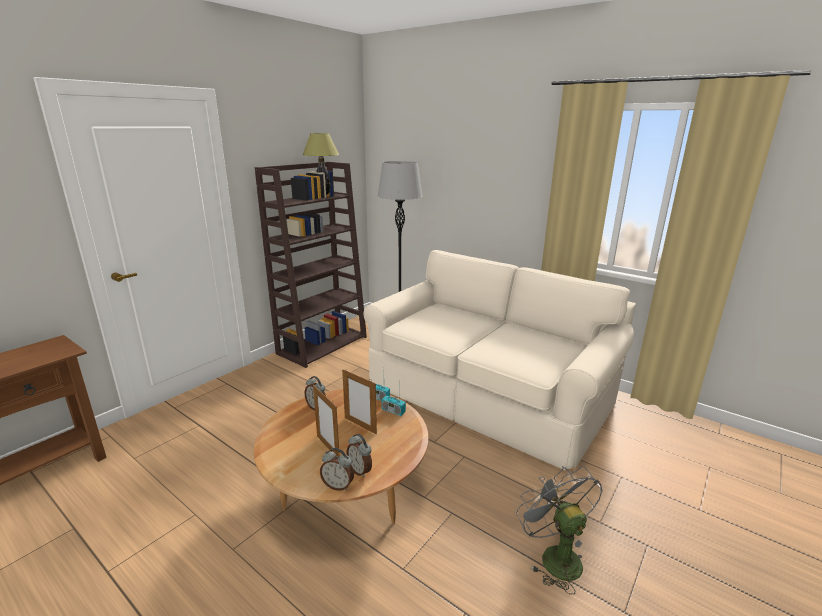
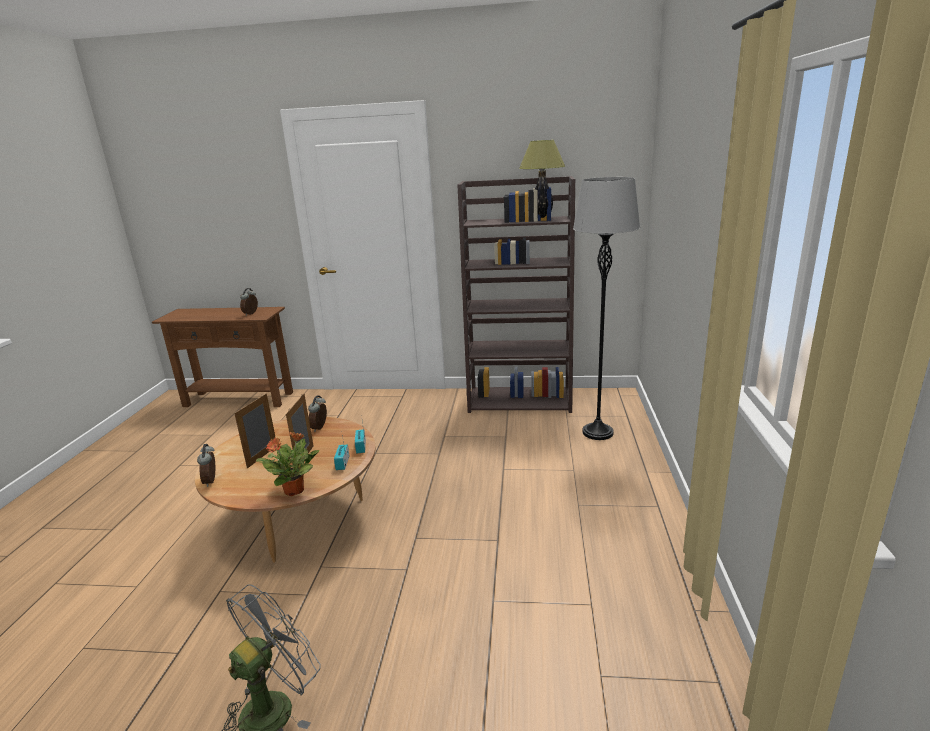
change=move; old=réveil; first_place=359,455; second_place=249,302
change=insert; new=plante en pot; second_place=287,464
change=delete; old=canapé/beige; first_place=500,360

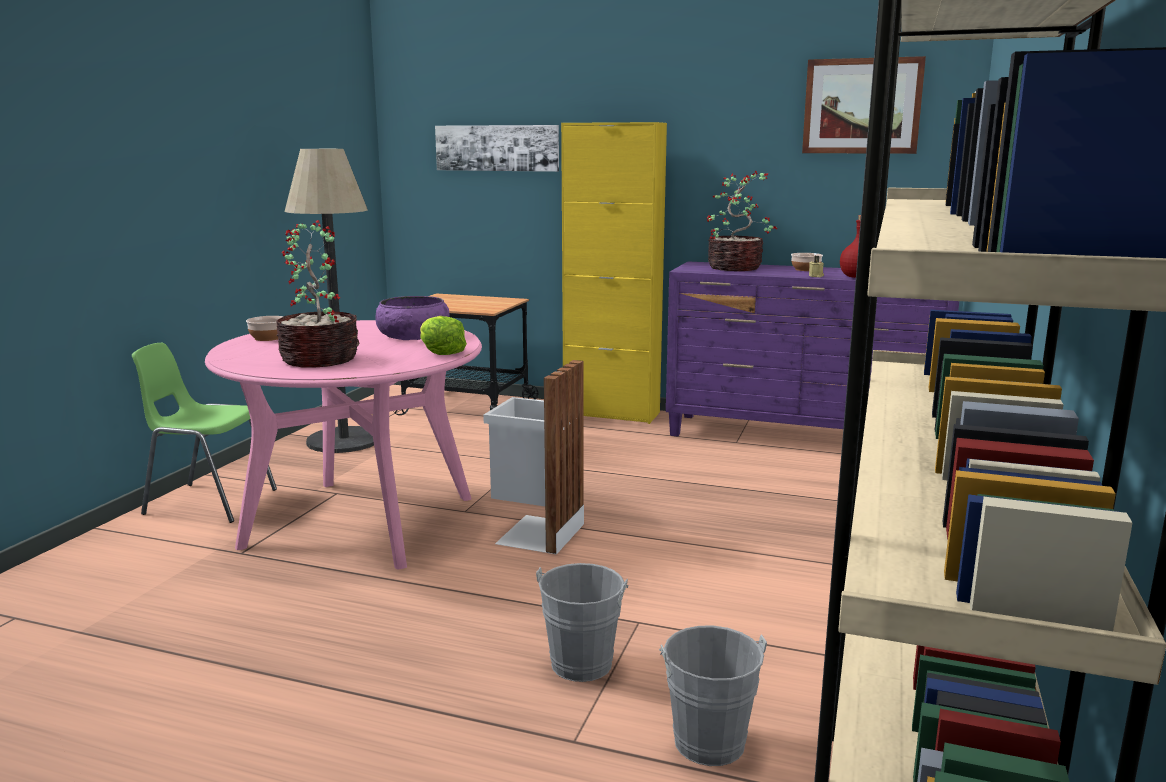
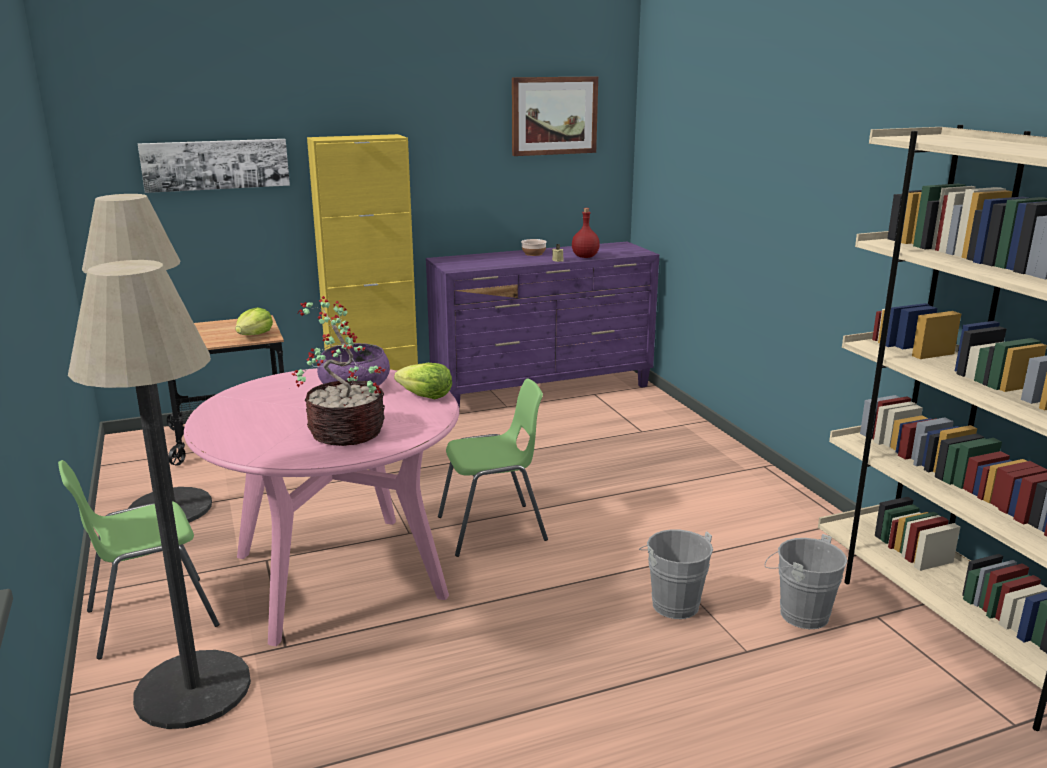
change=insert; new=lampadaire; second_place=159,494
change=insert; new=laitue; second_place=254,321
change=replace; old=poubelle/blanc; new=chaise/vert; first_place=533,457; second_place=493,467
change=delete; old=bol; first_place=265,328
change=delete; old=plante en pot; first_place=742,221

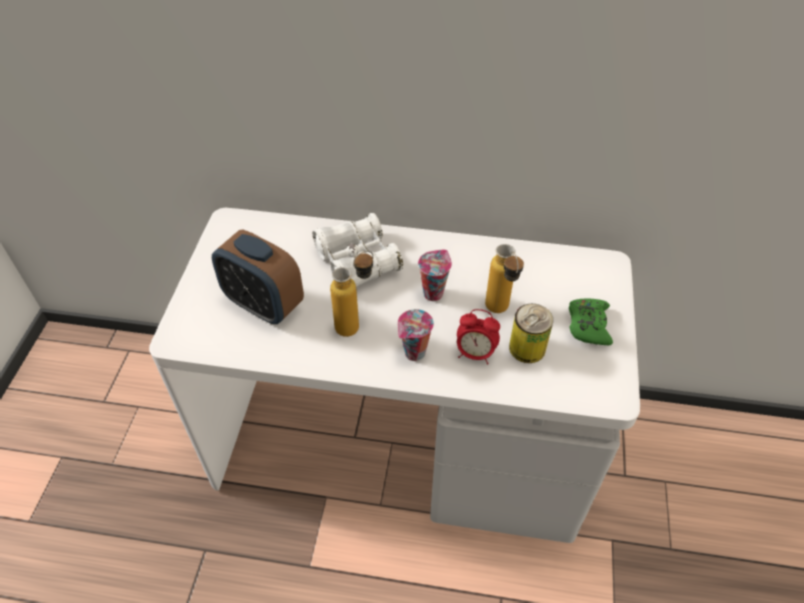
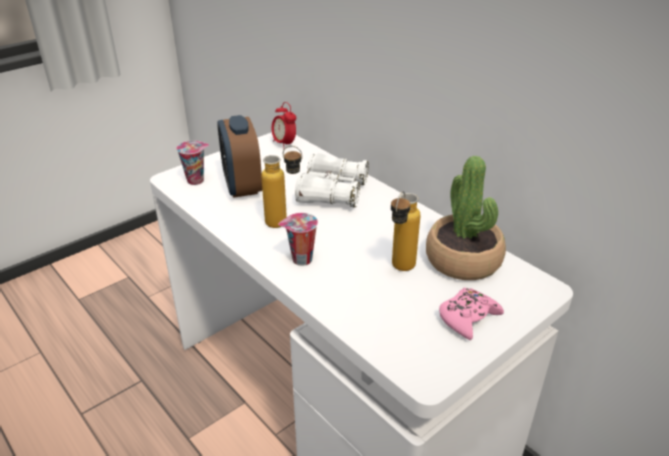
change=move; old=tasse; first_place=435,275; second_place=192,163
change=move; old=réveil; first_place=478,336; second_place=284,124
change=insert; new=plante en pot; second_place=466,218
change=recolor; old=manette/vert; new=manette/rose; first_place=591,322; second_place=471,314
change=delete; old=boîte métallique; first_place=531,333

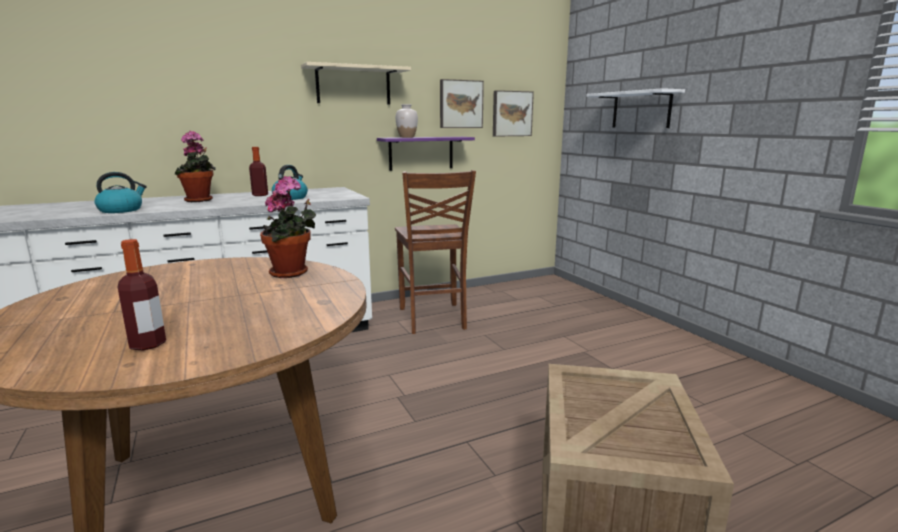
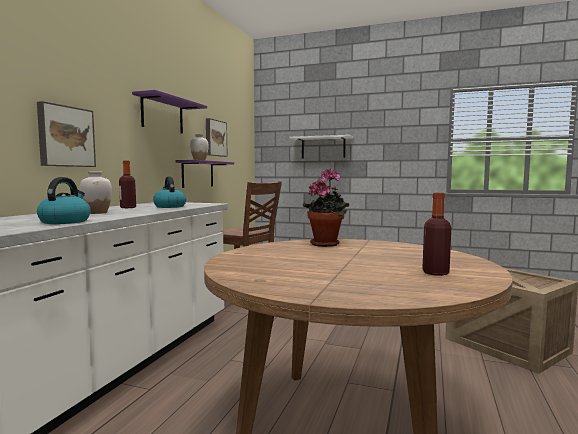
change=move; old=tableau; first_place=513,113; second_place=66,134
change=replace; old=plante en pot; new=vase/blanc; first_place=195,166; second_place=96,192
change=recolor; old=étagère/beige; new=étagère/violet; first_place=356,83; second_place=169,112

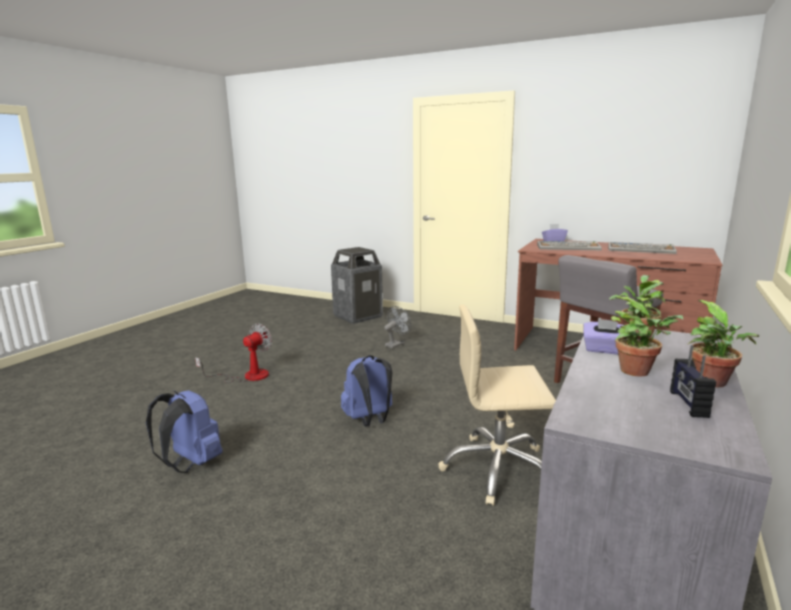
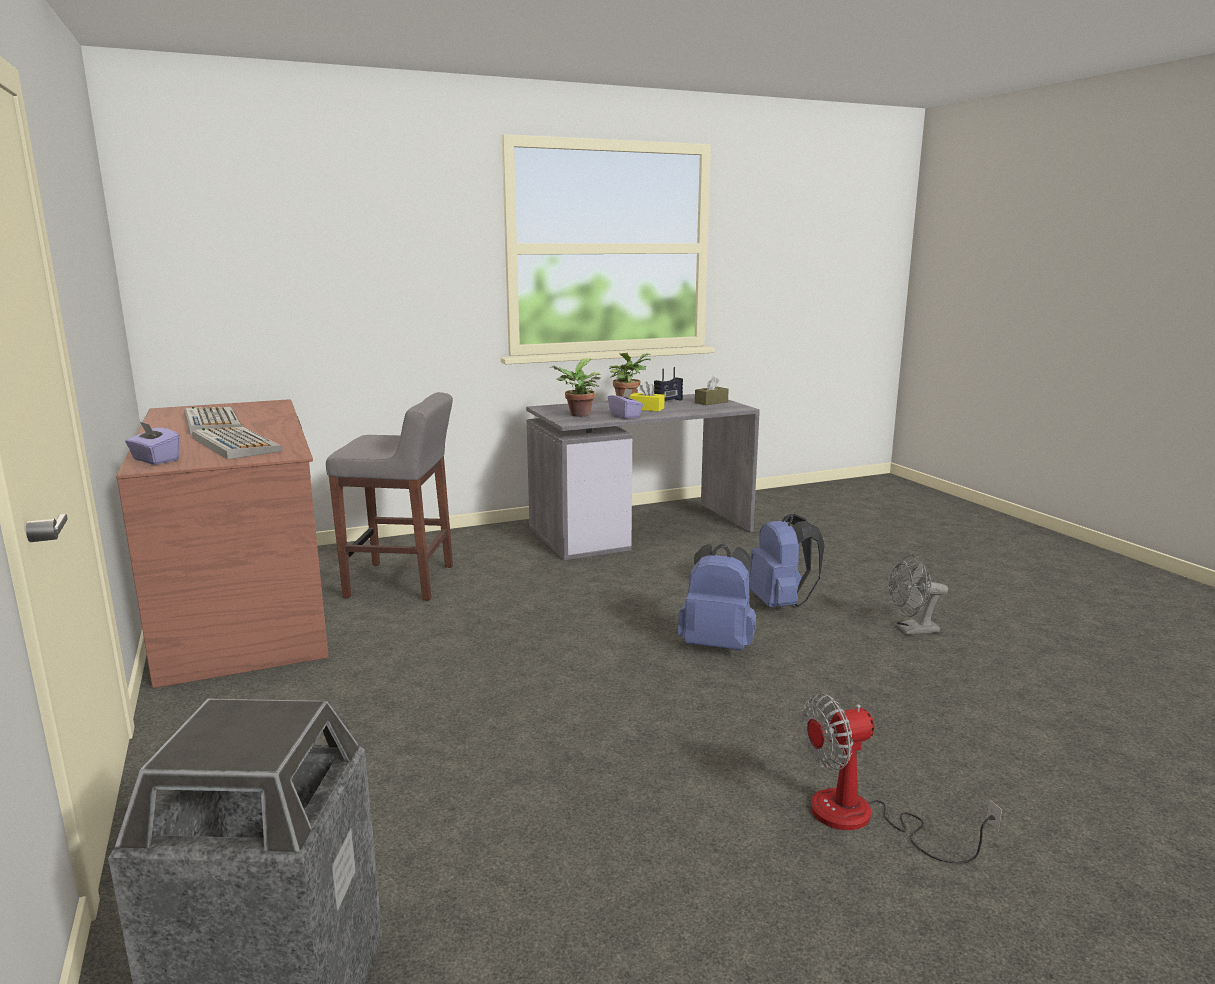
change=replace; old=plante en pot; new=boîte à mouchoirs/jaune; first_place=647,336; second_place=647,396
change=insert; new=boîte à mouchoirs/marron; second_place=712,390
change=move; old=sac à dos/bleu; first_place=184,431; second_place=787,561
change=move; old=ventilateur/gris; first_place=397,327; second_place=918,595
change=delete; old=chaise de bureau/beige; first_place=497,405

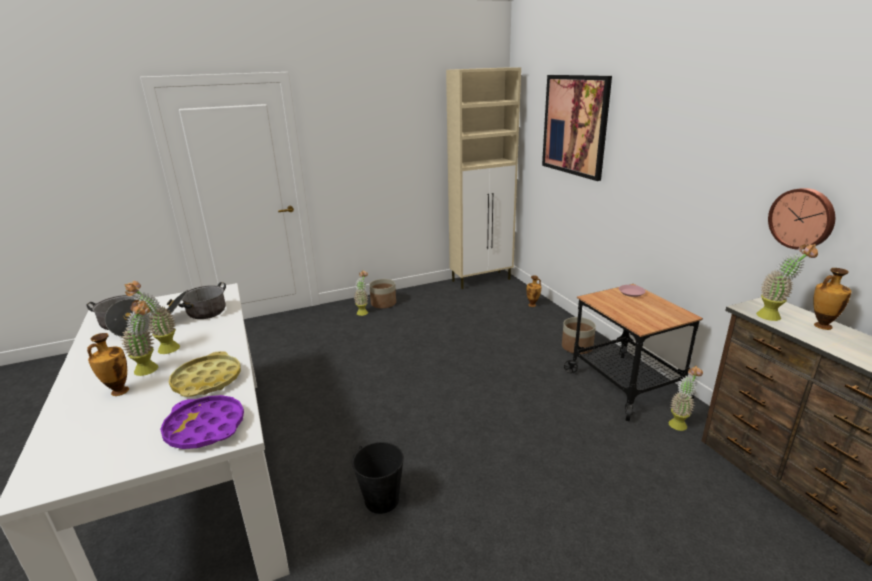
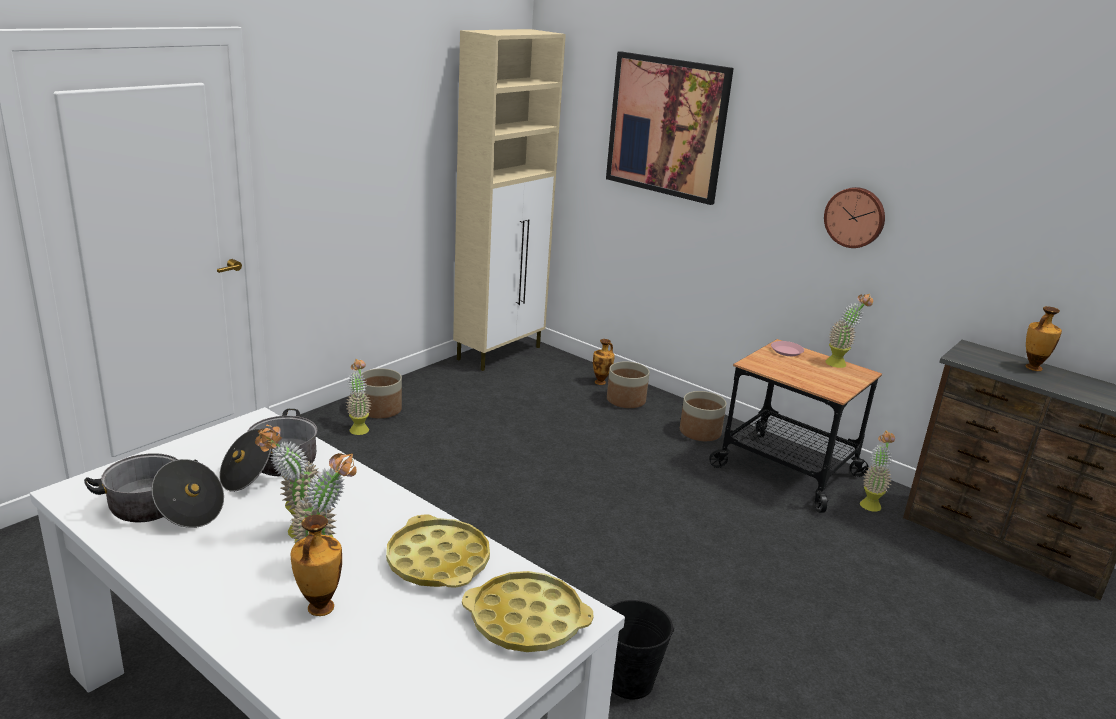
change=recolor; old=plateau/violet; new=plateau/jaune; first_place=202,422; second_place=527,611
change=insert; new=cache-pot; second_place=628,384
change=move; old=horloge murale; first_place=801,219; second_place=854,217
change=move; old=plante en pot; first_place=787,282; second_place=849,331

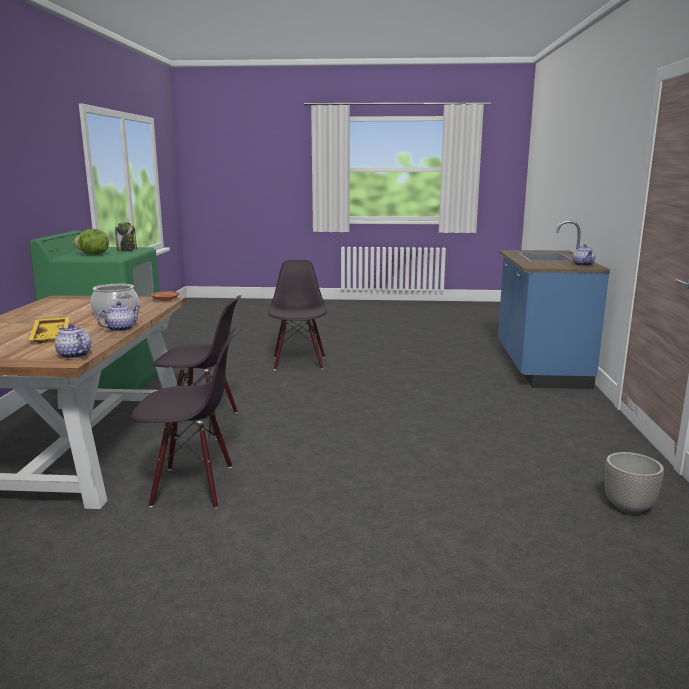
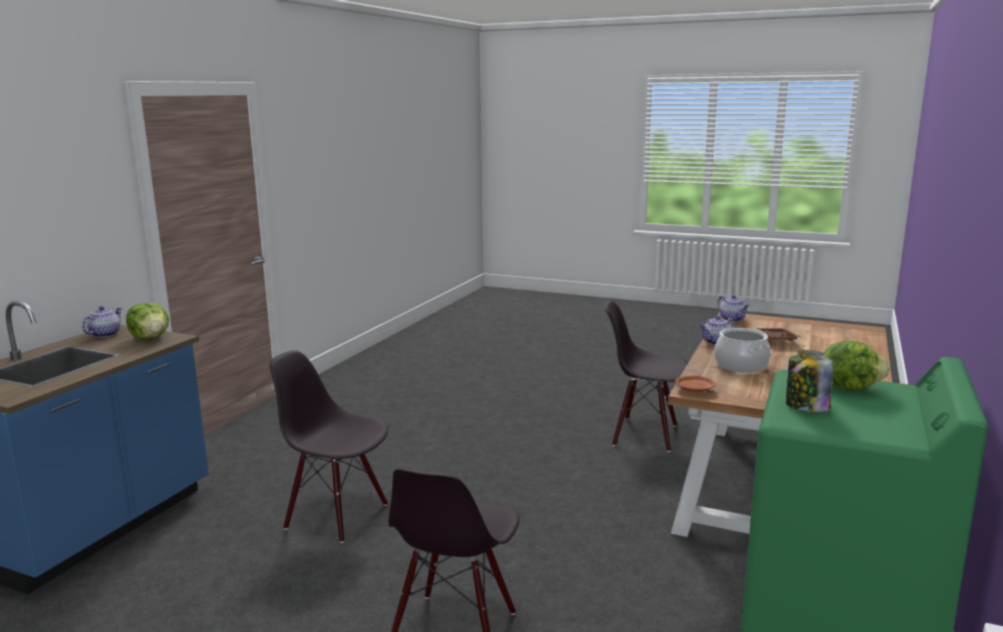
change=insert; new=laitue; second_place=147,321
change=move; old=chaise/noir; first_place=197,367; second_place=329,446
change=recolor; old=plateau/jaune; new=plateau/marron; first_place=49,330; second_place=778,334
change=delete; old=cache-pot; first_place=634,483

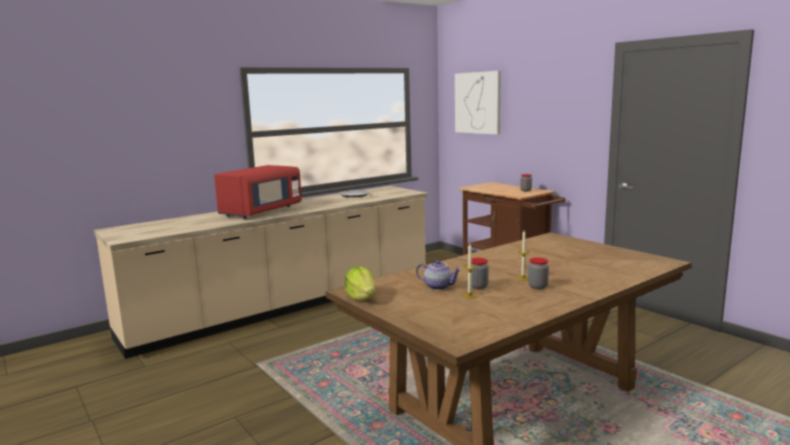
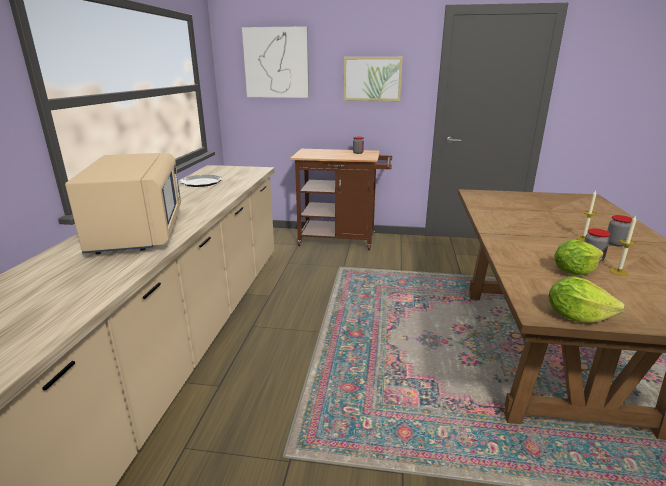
change=recolor; old=micro-ondes/rouge; new=micro-ondes/beige; first_place=258,192; second_place=123,203
change=insert; new=tableau; second_place=373,79
change=replace; old=théière; new=laitue; first_place=438,275; second_place=579,257

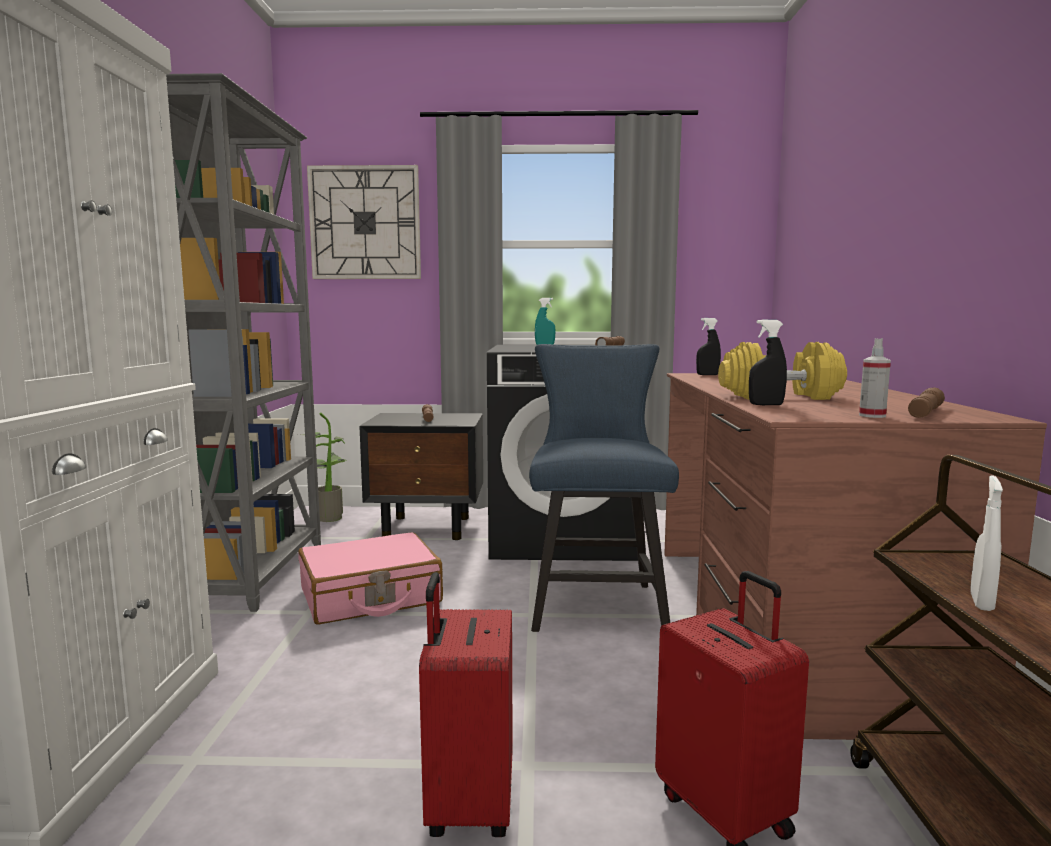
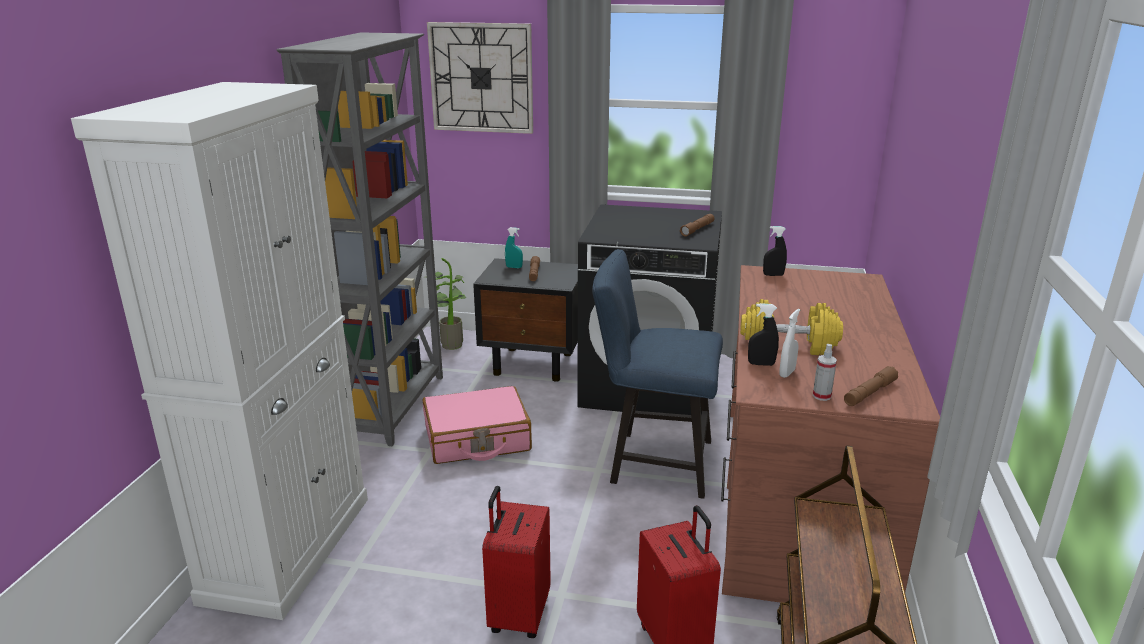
change=move; old=vaporisateur/turquoise; first_place=545,321; second_place=514,247
change=rotate; old=chaise/bleu; first_place=604,488; second_place=657,374; degrees=-90
change=move; old=vaporisateur/blanc; first_place=986,543; second_place=789,343

